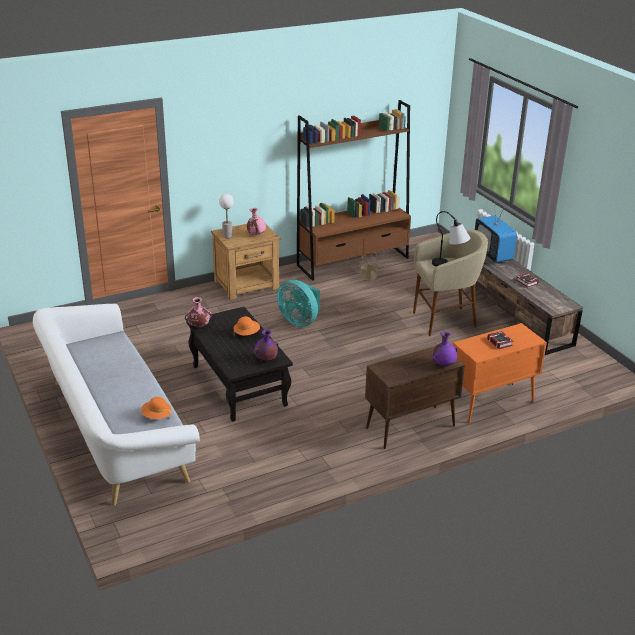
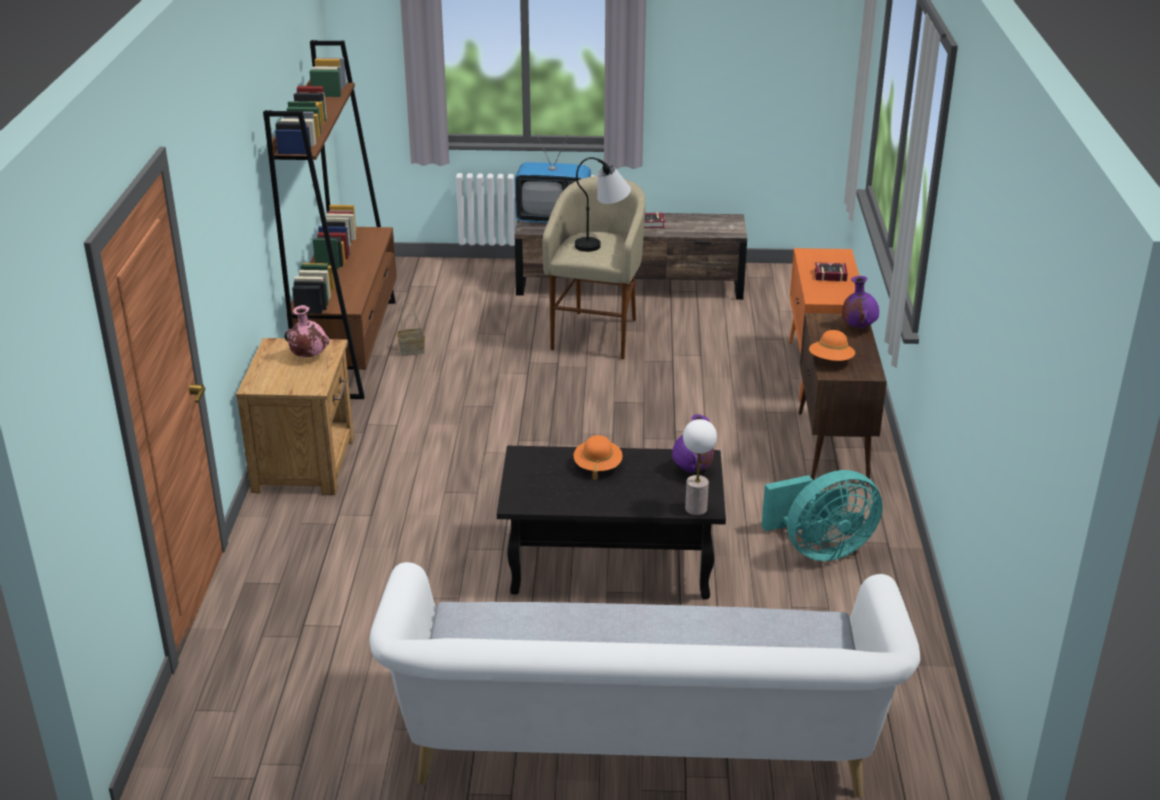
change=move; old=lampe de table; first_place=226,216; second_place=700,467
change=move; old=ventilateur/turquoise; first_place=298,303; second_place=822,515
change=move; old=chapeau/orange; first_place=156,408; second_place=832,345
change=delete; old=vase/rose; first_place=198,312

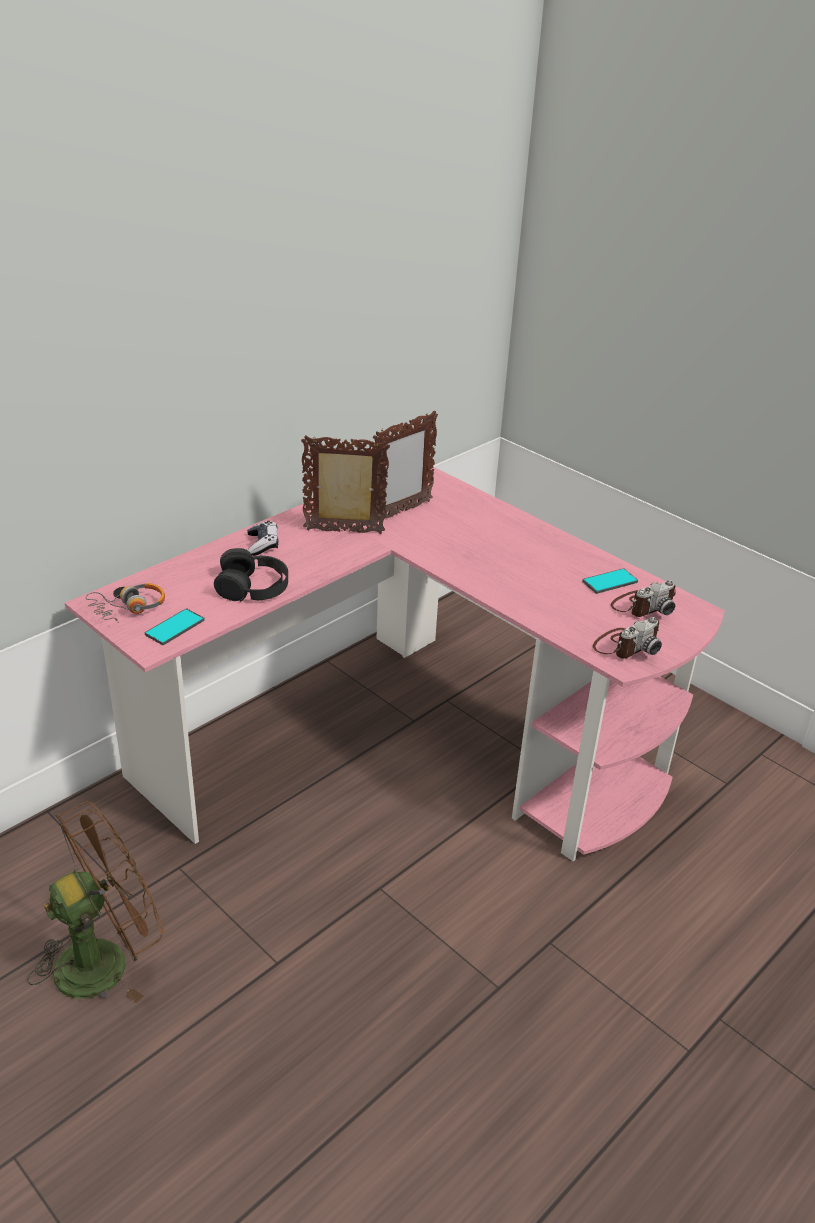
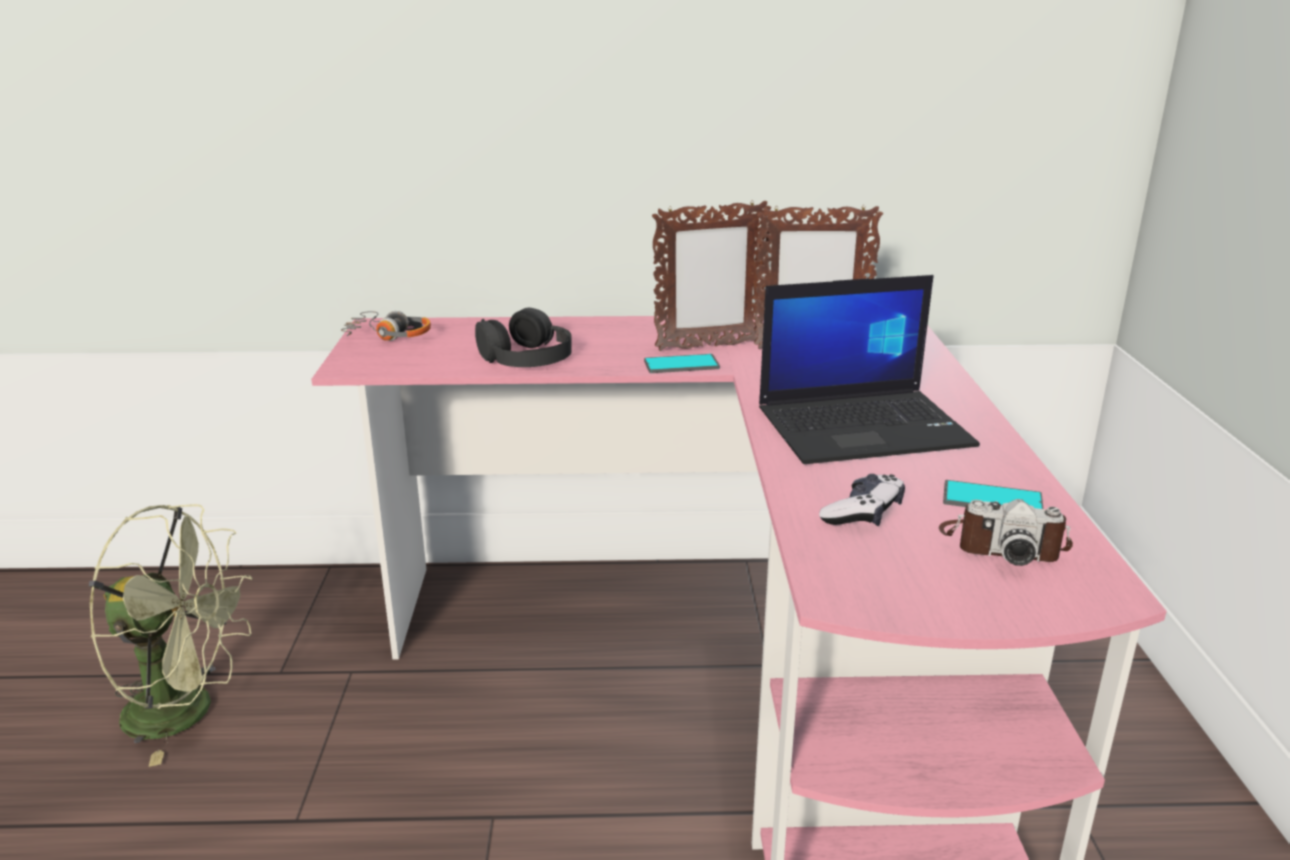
change=recolor; old=ventilateur/marron; new=ventilateur/vert; first_place=95,902; second_place=171,635
change=move; old=téléphone; first_place=175,626; second_place=682,363
change=rotate; old=cadre photo; first_place=345,484; second_place=711,276; degrees=120
change=insert; new=ordinateur portable; second_place=869,369
change=move; old=manette; first_place=262,538; second_place=862,500
change=delete; old=appareil photo; first_place=627,638

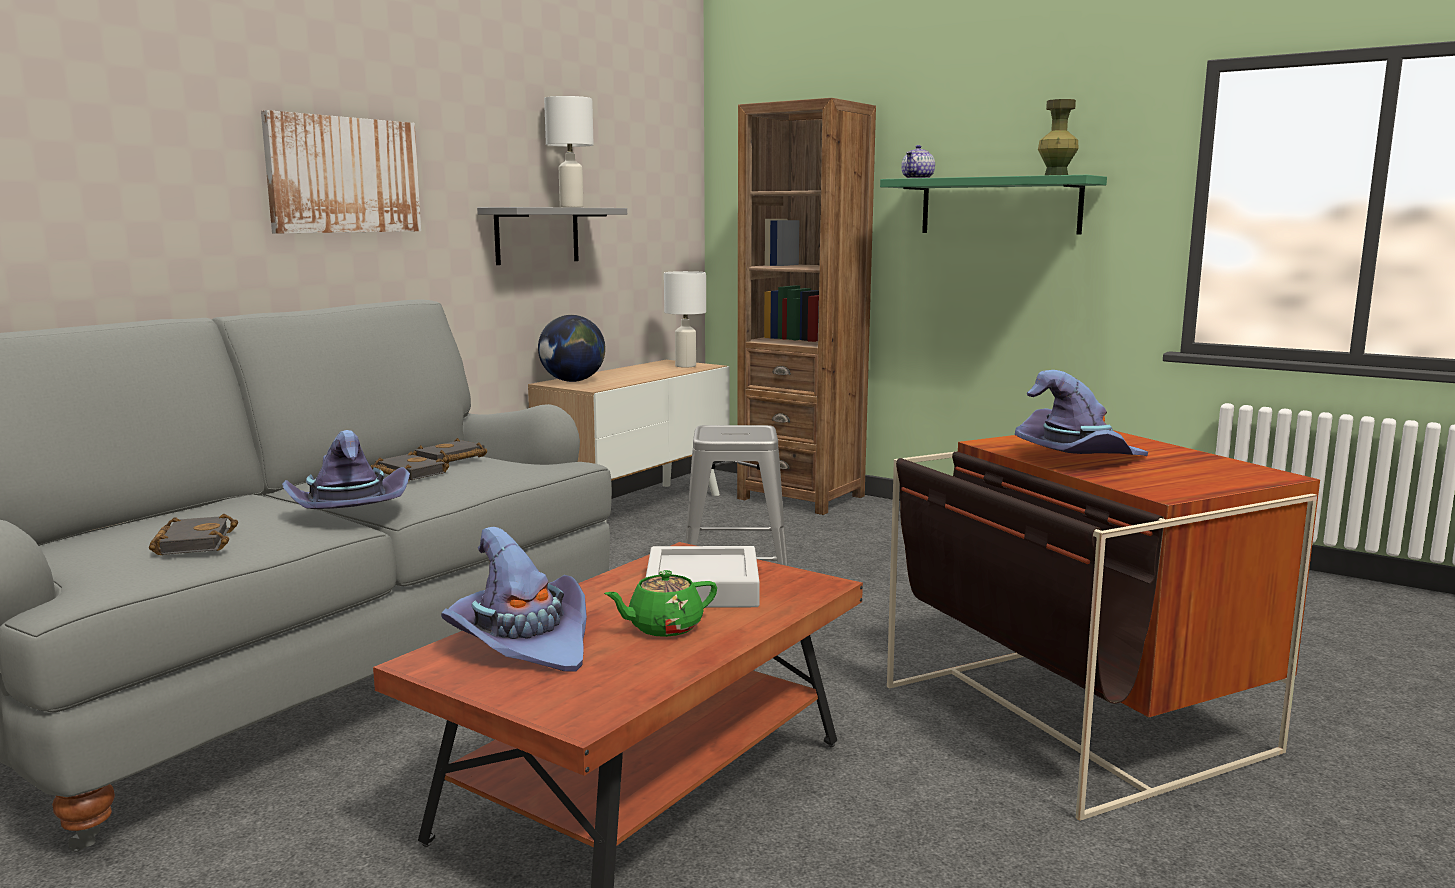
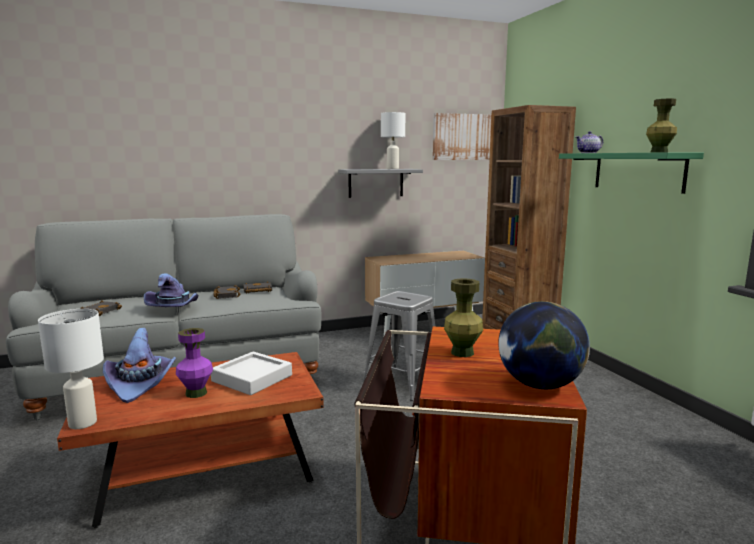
change=move; old=lampe de table/blanc; first_place=685,319; second_place=71,369
change=replace; old=théière/vert; new=vase/violet; first_place=660,603; second_place=194,363
change=move; old=tableau; first_place=341,171; second_place=462,136
change=replace; old=chapeau/violet; new=vase/vert; first_place=1081,413; second_place=463,317
change=move; old=globe; first_place=571,348; second_place=544,345

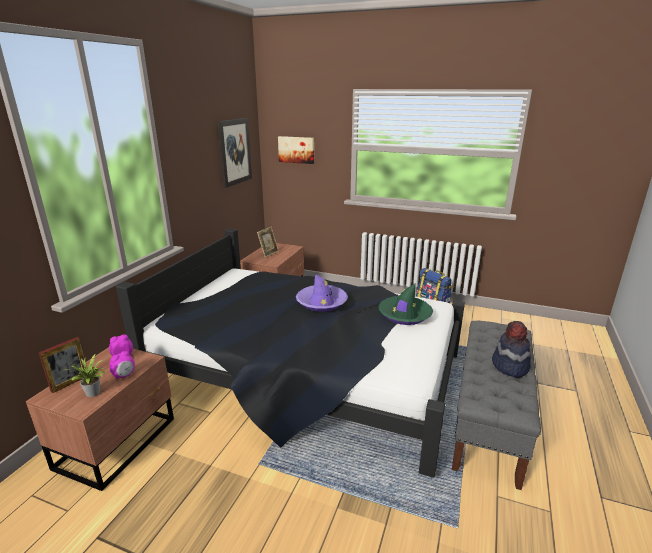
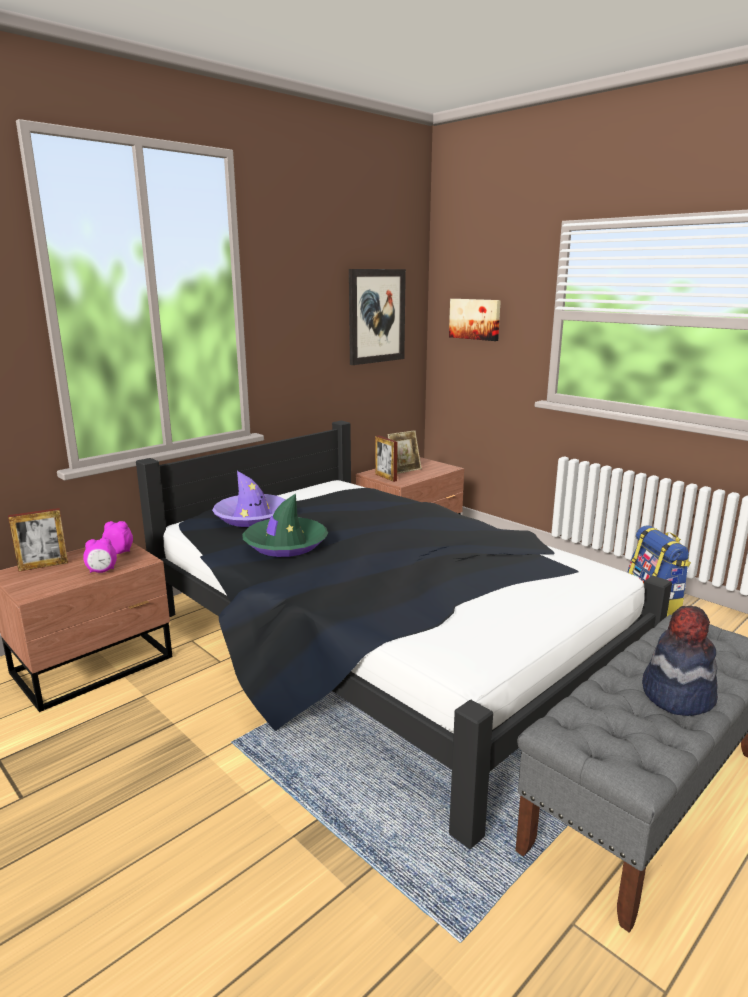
change=move; old=chapeau/violet; first_place=322,293; second_place=248,499
change=move; old=chapeau/vert; first_place=405,304; second_place=285,525
change=insert; new=cadre photo; second_place=386,458
change=delete; old=plante en pot; first_place=84,375

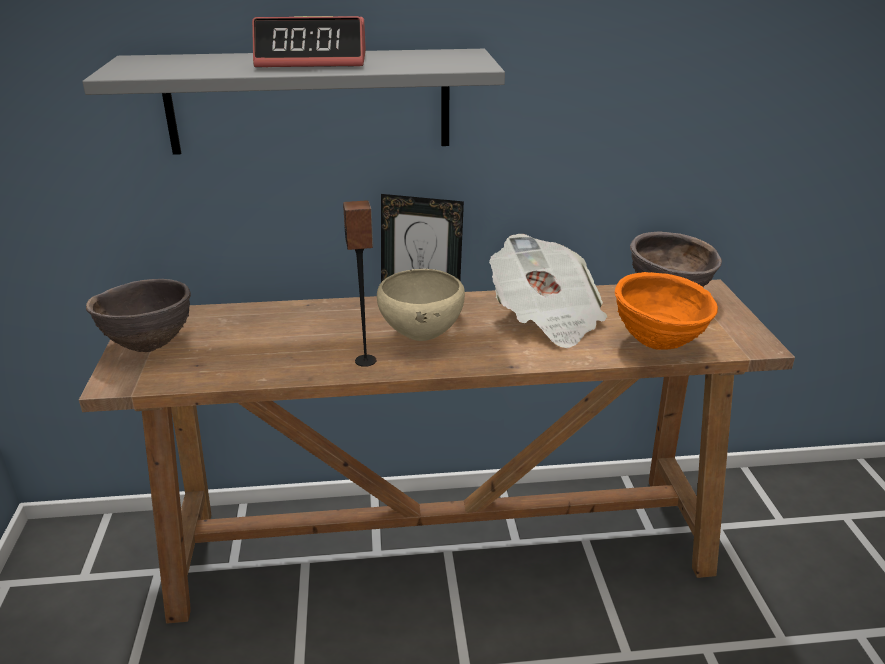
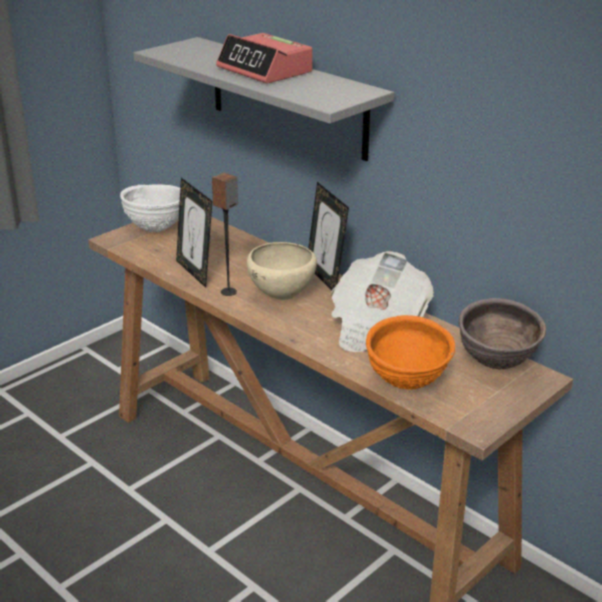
change=recolor; old=bol/marron; new=bol/blanc; first_place=138,315; second_place=150,208
change=insert; new=cadre photo; second_place=194,233

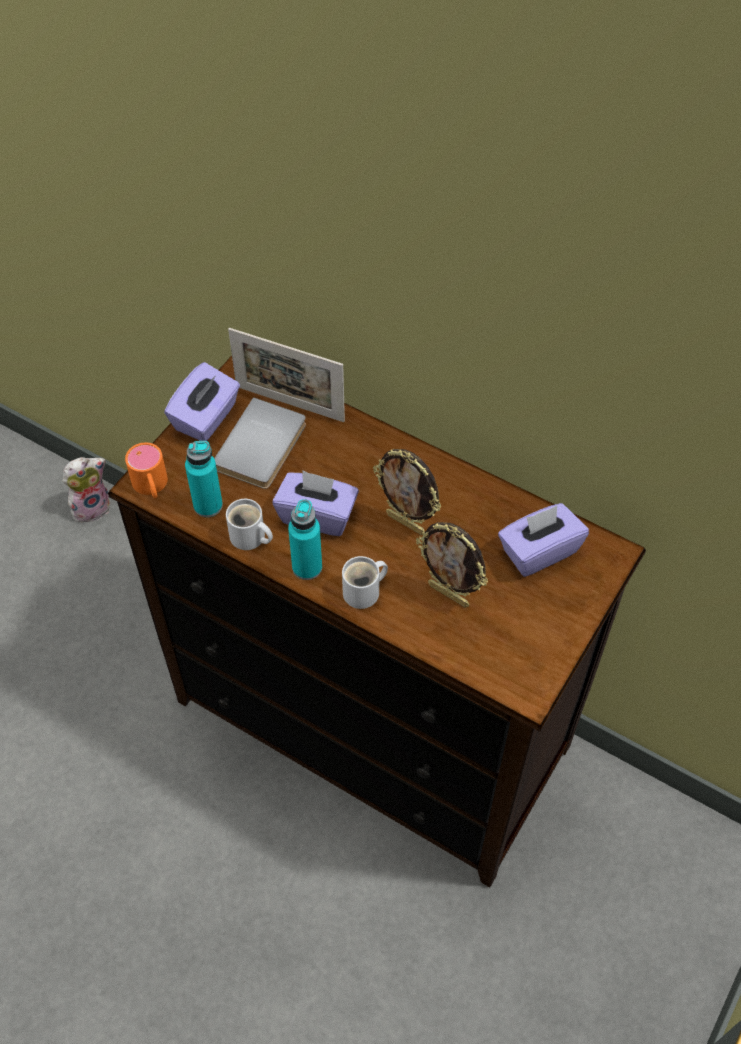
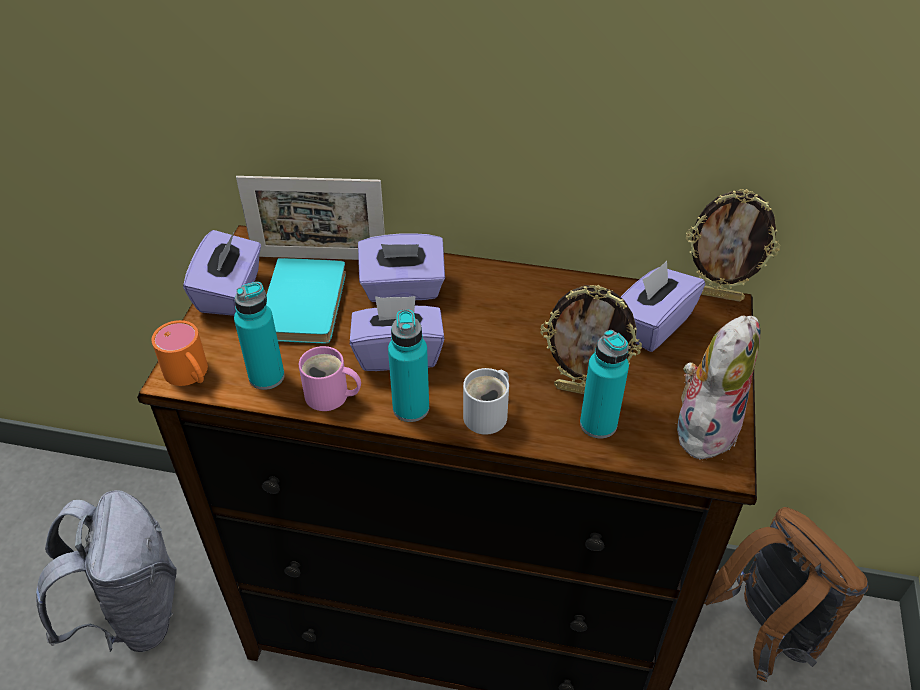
change=insert; new=sac à dos/gris; second_place=106,571
change=recolor; old=livre/gris; new=livre/turquoise; first_place=260,443; second_place=306,300
change=recolor; old=mug/blanc; new=mug/rose; first_place=249,524; second_place=330,378
change=insert; new=boîte à mouchoirs/violet; second_place=401,267
change=insert; new=bouteille/turquoise; second_place=604,384
change=move; old=peluche; first_place=86,489; second_place=718,387
change=move; old=cadre photo; first_place=407,492; second_place=733,245
change=insert; new=sac à dos/marron; second_place=786,594

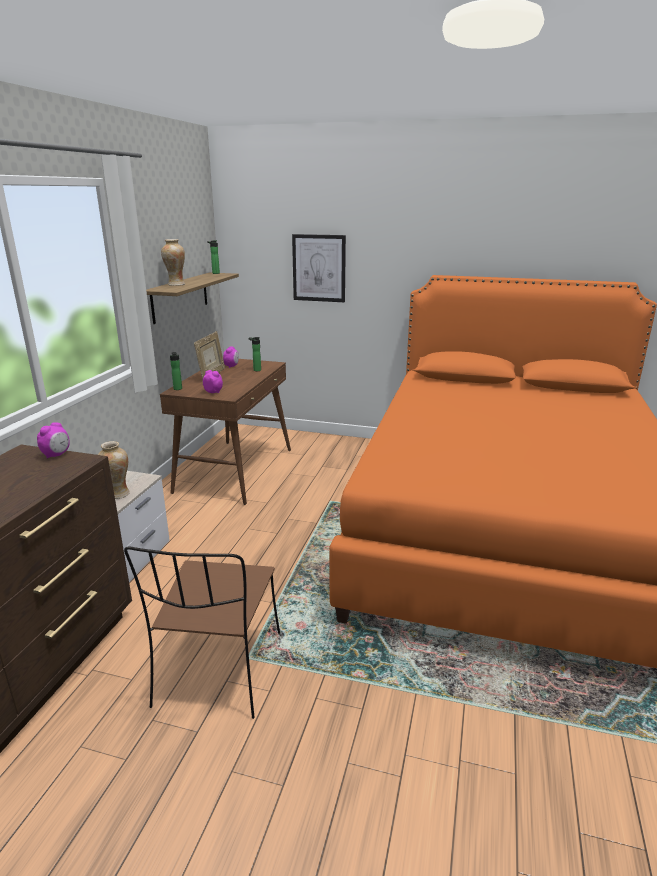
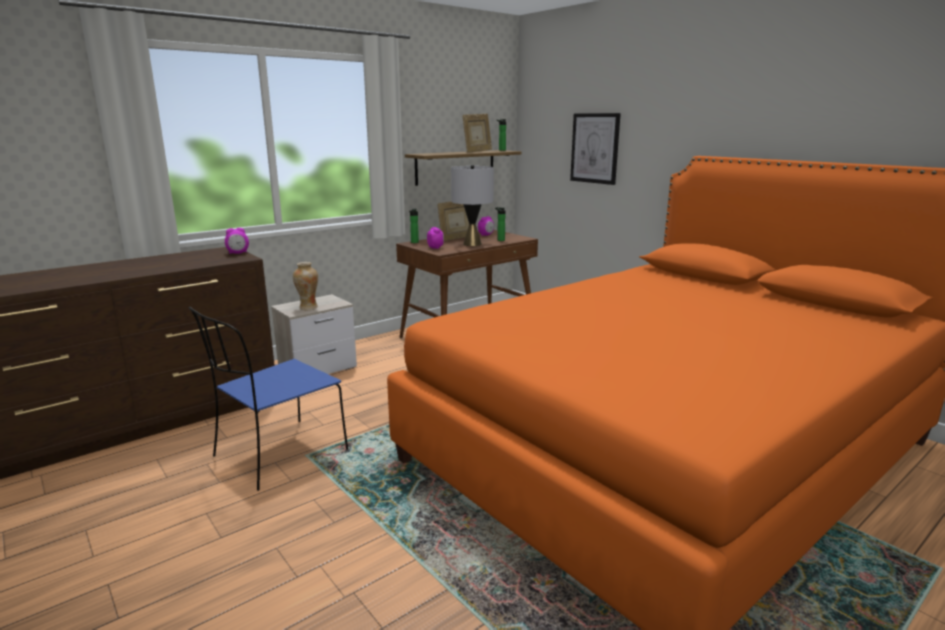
change=recolor; old=chaise/marron; new=chaise/bleu; first_place=202,633; second_place=268,399
change=insert; new=lampe de table/gris; second_place=472,205
change=insert; new=cadre photo; second_place=477,133
change=delete; old=vase; first_place=173,262

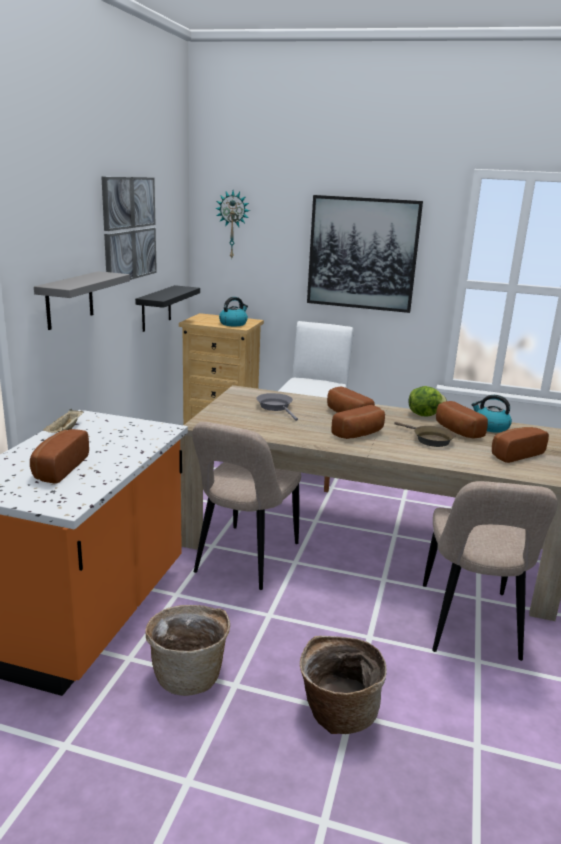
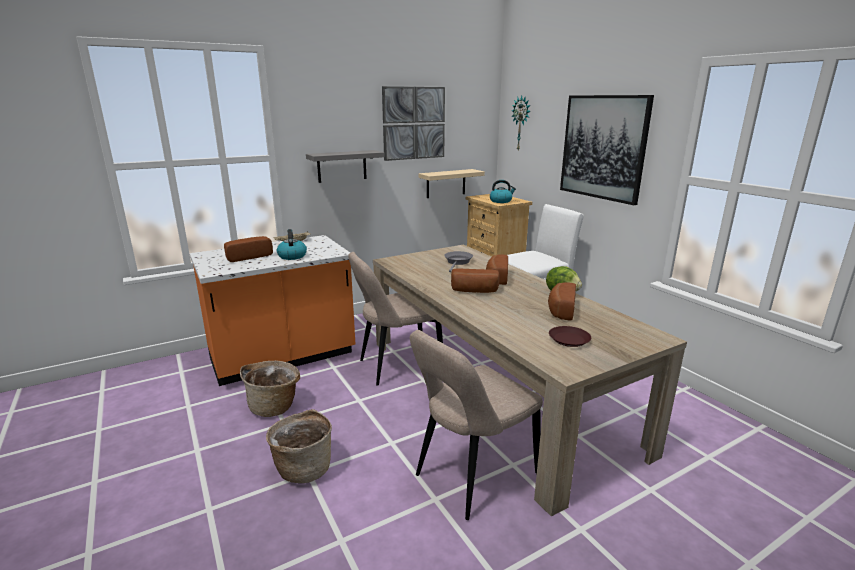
change=move; old=bouilloire; first_place=491,414; second_place=292,244
change=recolor; old=étagère/noir; new=étagère/beige; first_place=167,308; second_place=452,183
change=replace; old=pain; new=assiette/marron; first_place=520,445; second_place=570,336
change=delete; old=poêle/marron; first_place=424,434

